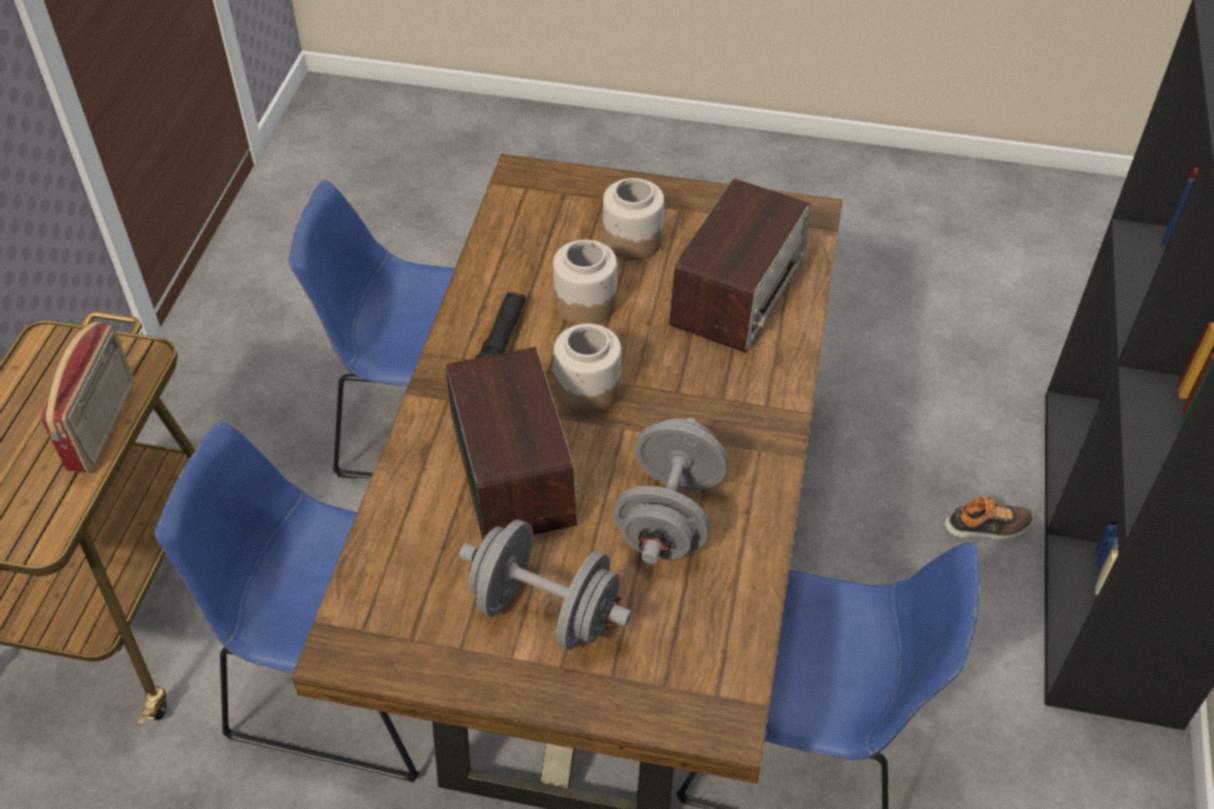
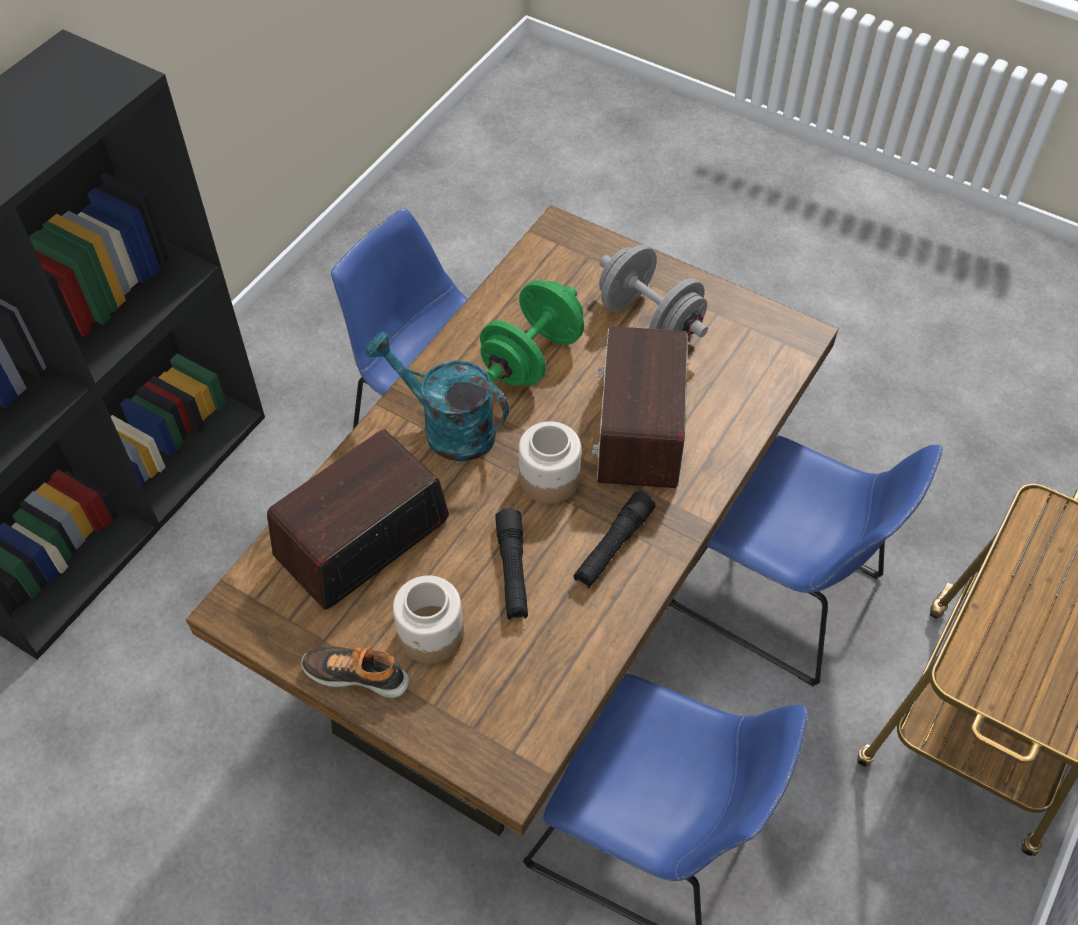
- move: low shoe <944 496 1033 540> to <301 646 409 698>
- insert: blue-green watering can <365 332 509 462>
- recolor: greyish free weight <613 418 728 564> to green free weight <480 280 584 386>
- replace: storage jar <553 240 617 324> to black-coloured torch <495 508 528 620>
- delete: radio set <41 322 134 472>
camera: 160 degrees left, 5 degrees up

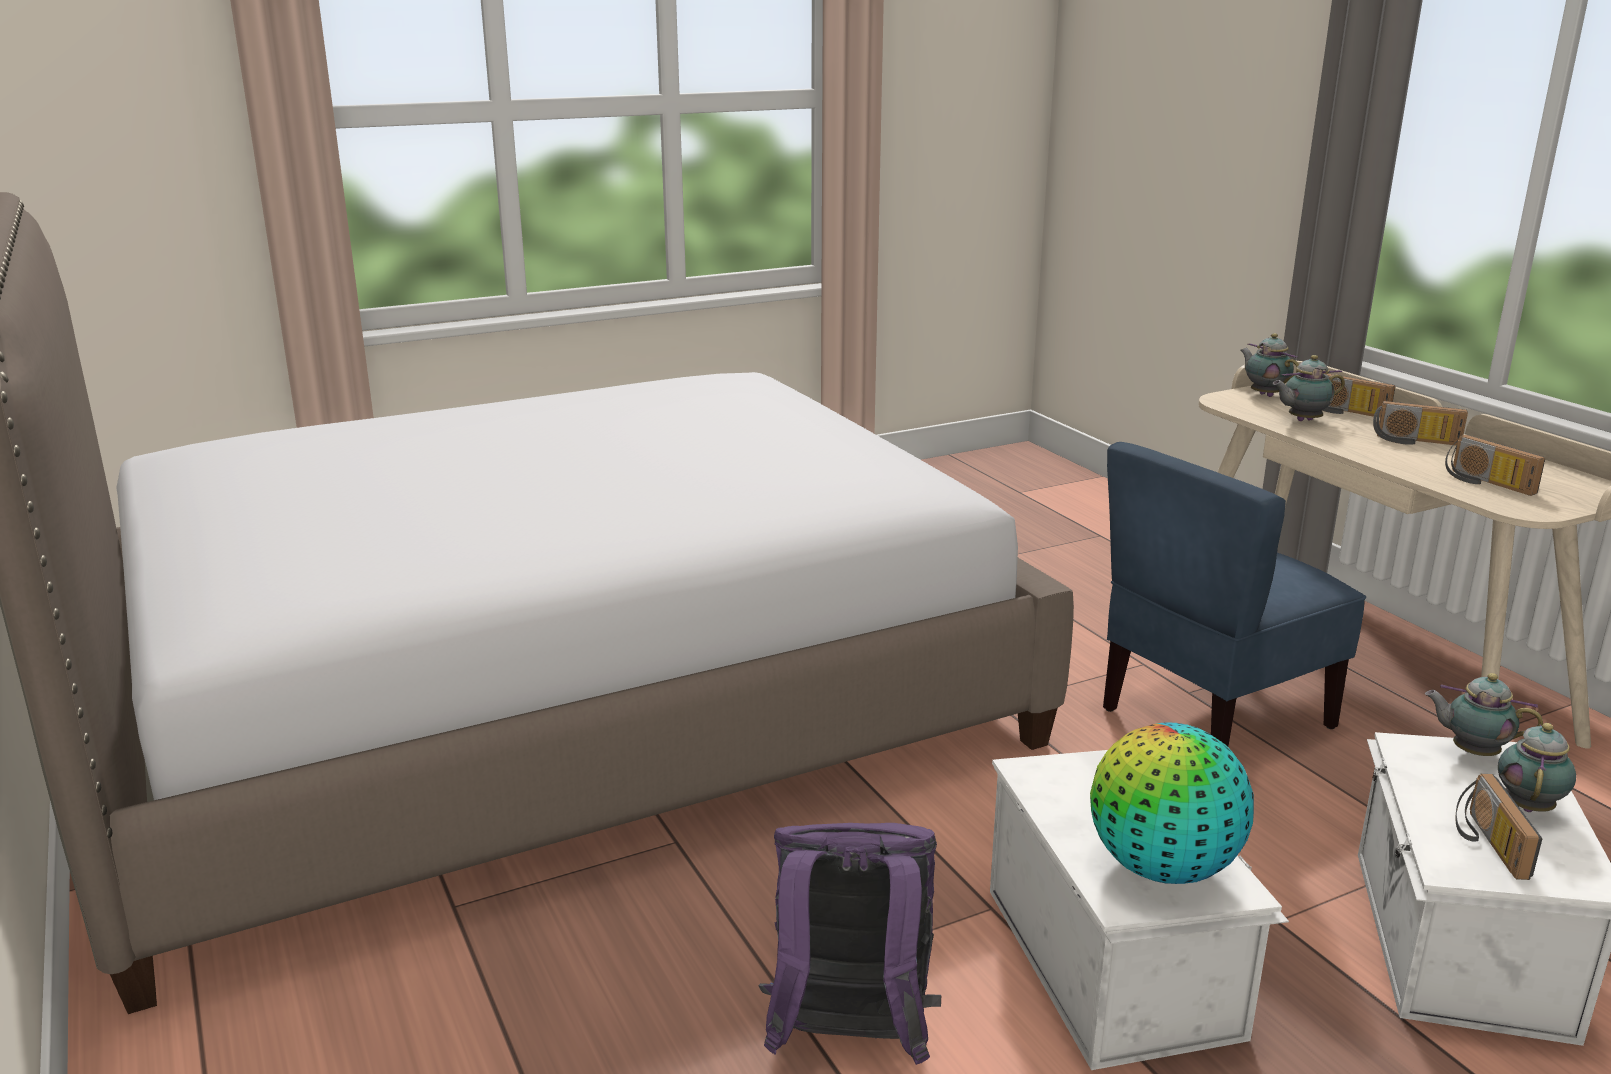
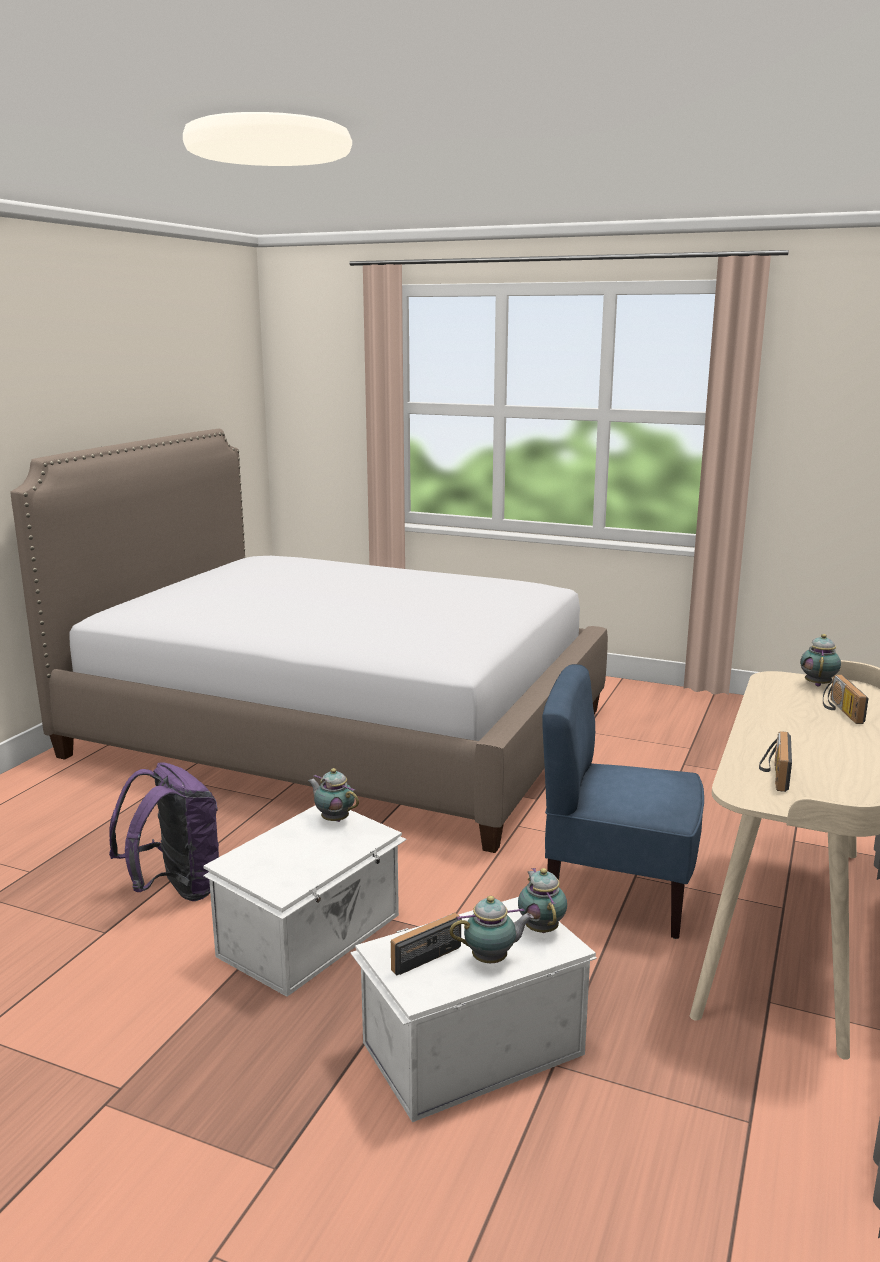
- move: tea pot <1272 355 1345 421> to <308 768 359 822>
- delete: desk globe <1090 722 1254 884>
- delete: radio set <1373 401 1468 445>
camera: 50 degrees right, 5 degrees down

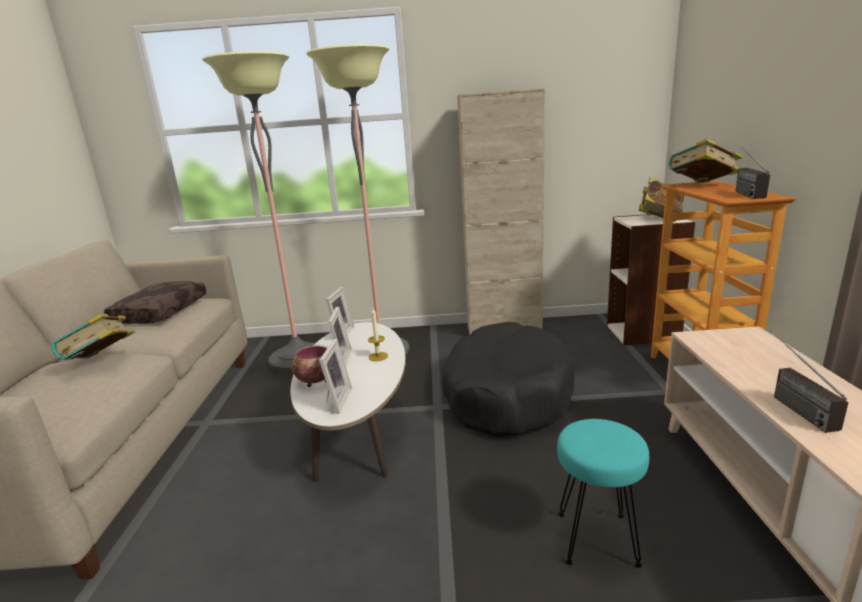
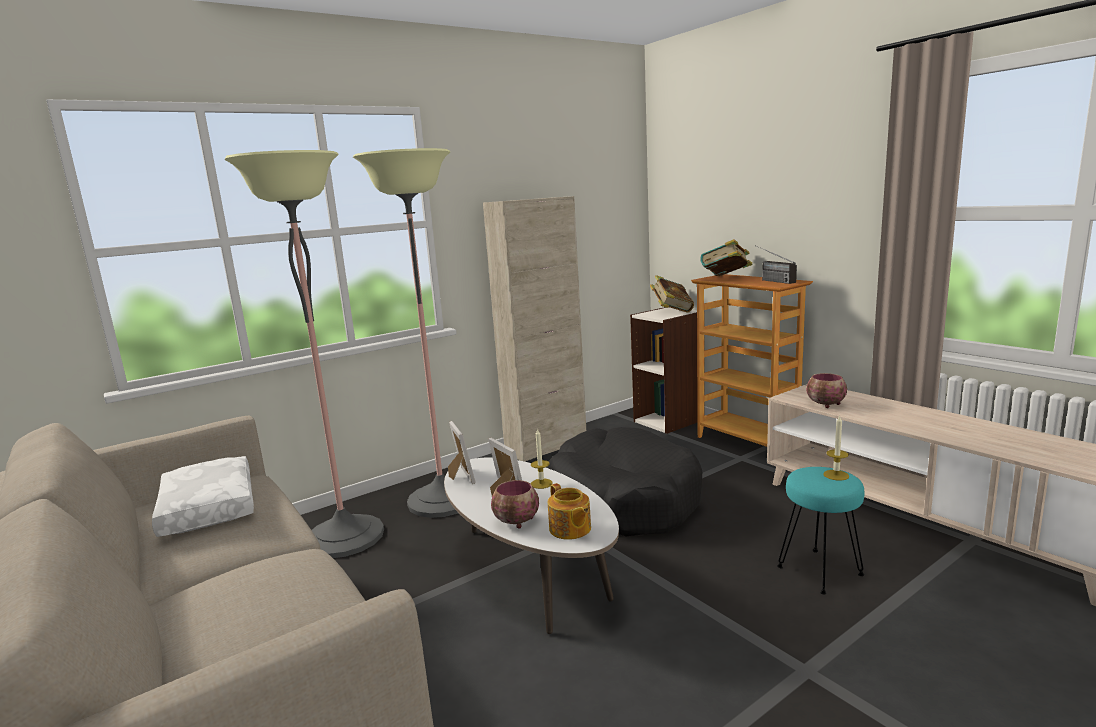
- recolor: brown-coloured pillow <104 281 206 324> to white pillow <152 456 254 537>
- replace: photo frame <319 338 352 414> to tea pot <548 483 591 540>
- insert: serving bowl <806 373 847 408>
- insert: wax light <823 415 849 481>
- delete: book <52 313 135 360>
- delete: radio set <770 331 848 433>
camera: 35 degrees left, 5 degrees down

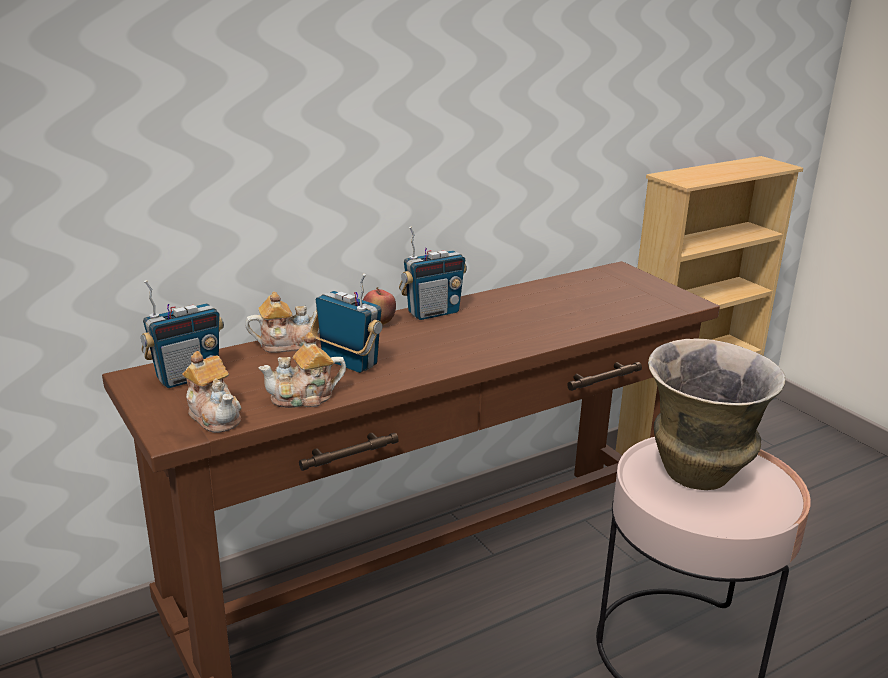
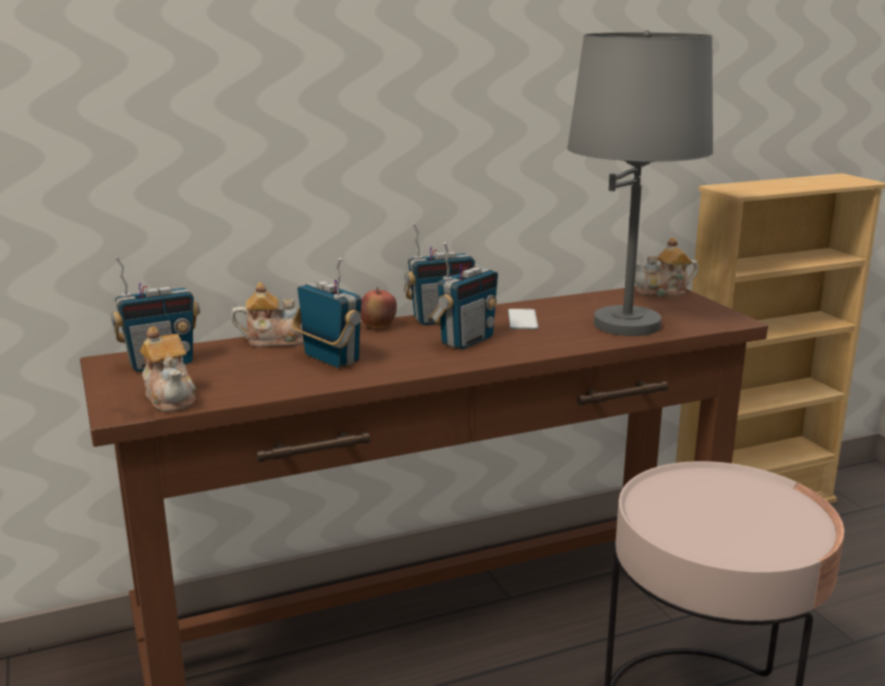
- insert: radio set <430 242 498 349>
- insert: handset <508 309 538 329>
- insert: greyish lamp for a table <567 30 713 336>
- move: tea pot <258 332 346 408> to <635 237 699 297>
- delete: vase <648 338 786 490>
camera: 10 degrees right, 5 degrees down

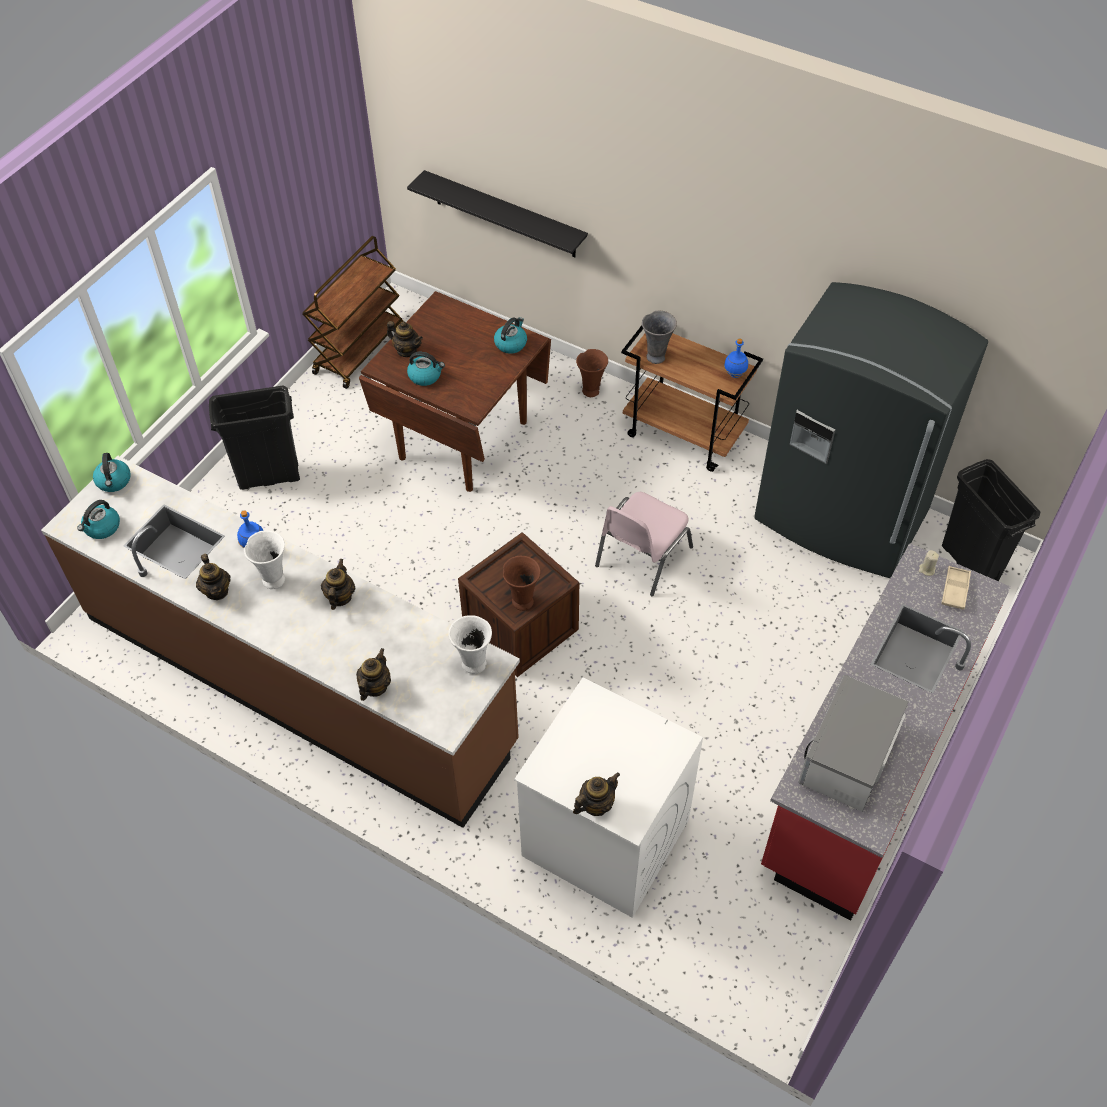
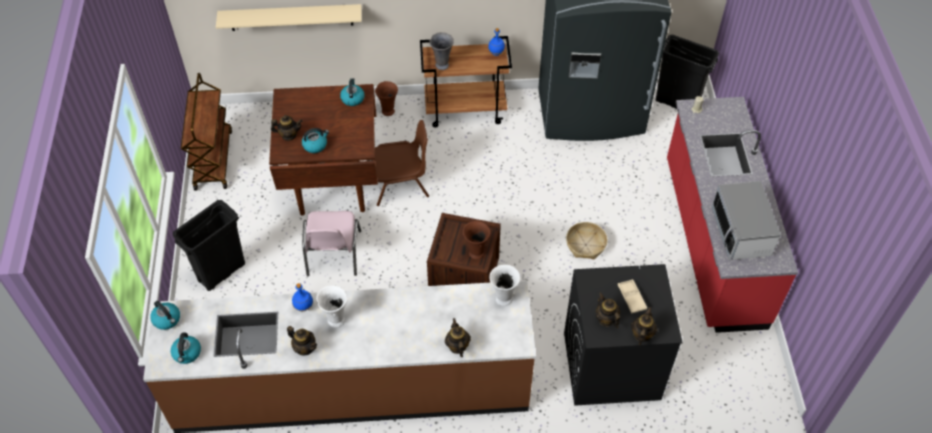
- recolor: black-coloured bracket shelf <407 170 588 258> to sand-coloured bracket shelf <216 4 362 31>
- move: pink-coloured plain chair <595 492 693 596> to <302 211 361 276>
- insert: brown-coloured plain chair <373 120 429 206>
- recolor: white laundry machine <514 677 703 918> to black-coloured laundry machine <564 264 683 406>
- insert: basket <566 222 608 259>
- move: tea pot <321 559 356 610> to <596 292 620 328>
- move: sand-coloured carrying tray <942 566 971 610> to <618 279 647 314>
camera: 35 degrees left, 0 degrees up

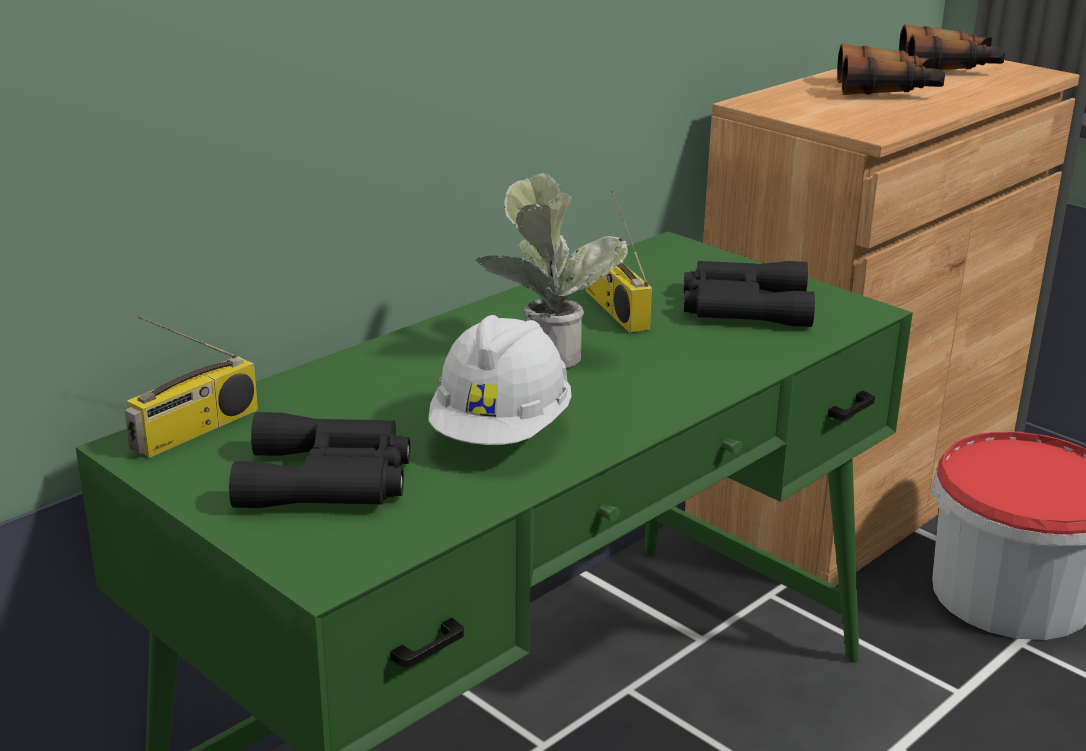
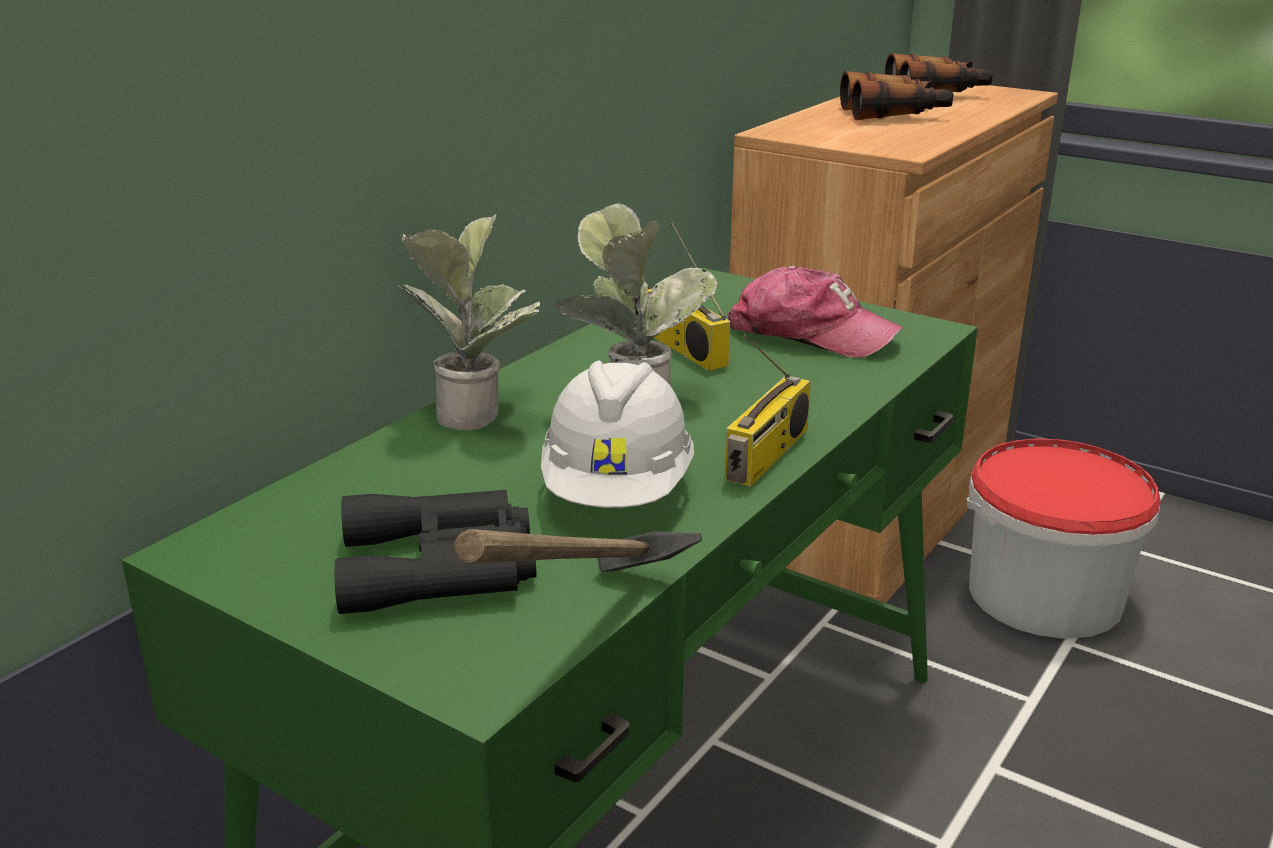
- insert: plant in a pot <398 214 540 430>
- insert: hand hammer <454 529 702 572>
- move: radio set <125 316 258 457> to <725 334 811 487>
- replace: black-coloured pair of binoculars <684 261 815 327> to cap <727 265 903 358>
camera: 10 degrees left, 0 degrees up

